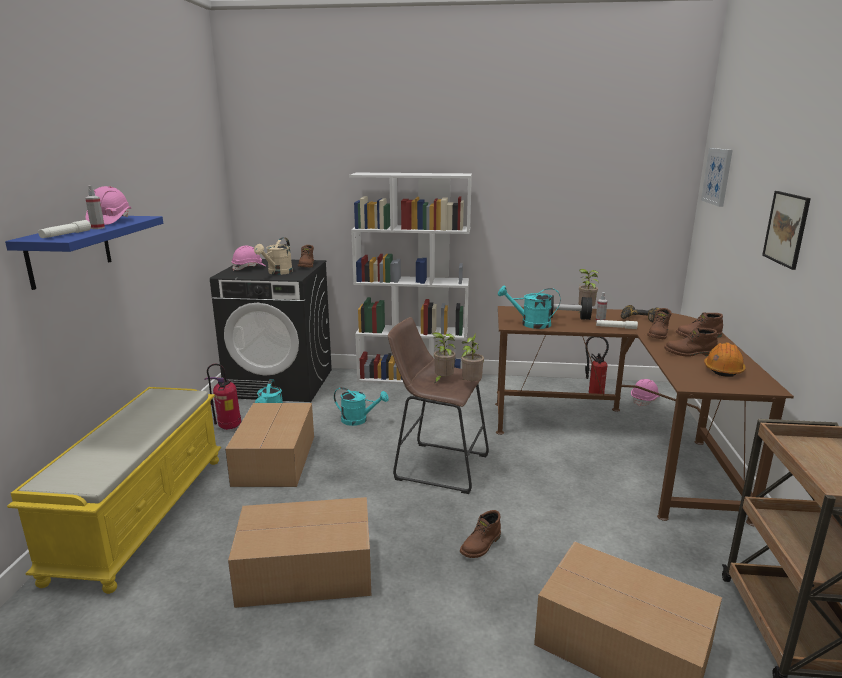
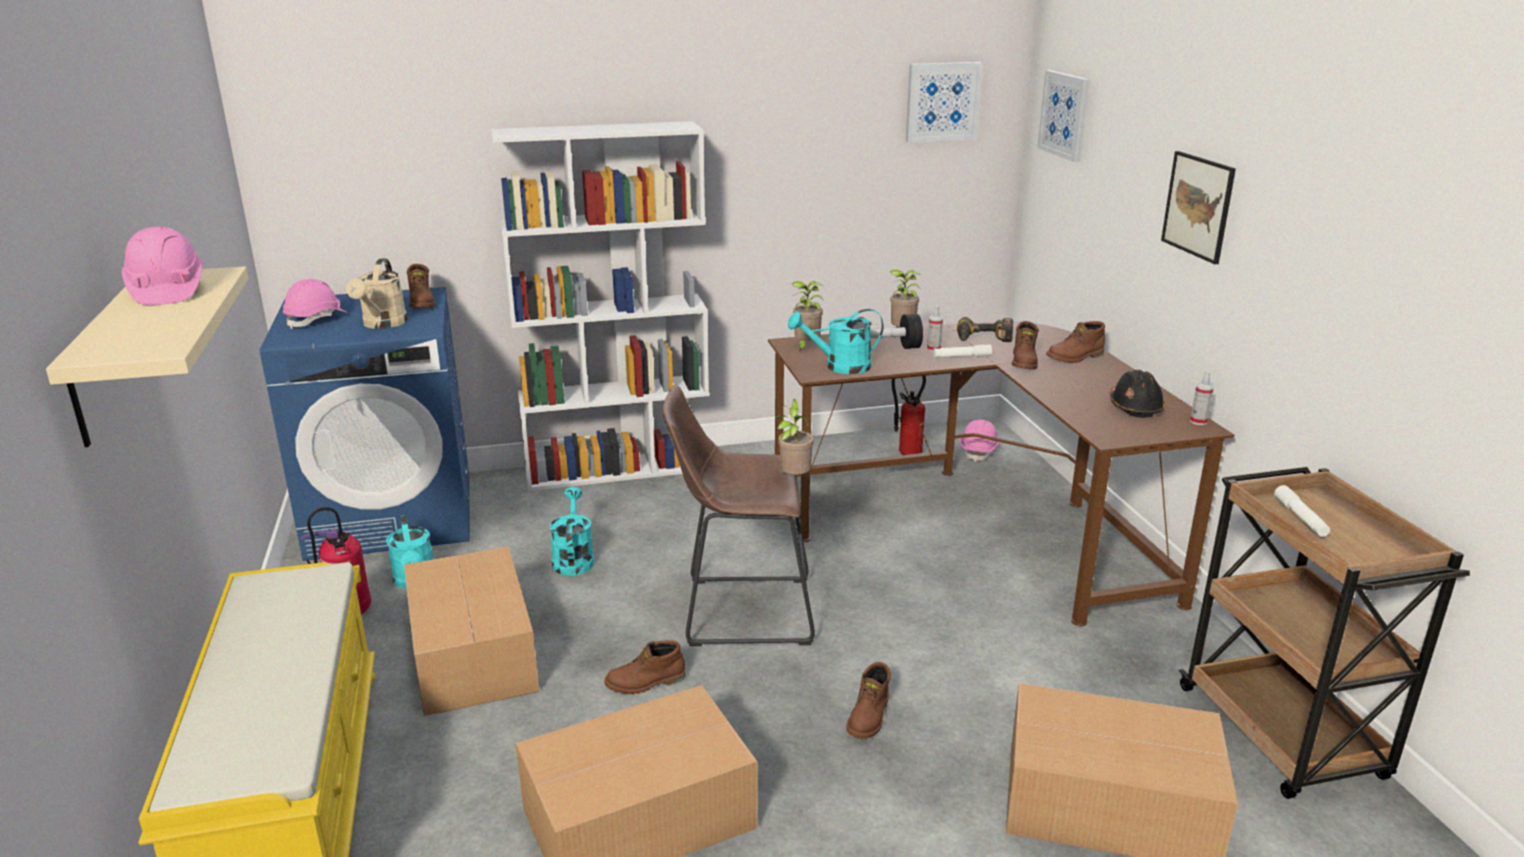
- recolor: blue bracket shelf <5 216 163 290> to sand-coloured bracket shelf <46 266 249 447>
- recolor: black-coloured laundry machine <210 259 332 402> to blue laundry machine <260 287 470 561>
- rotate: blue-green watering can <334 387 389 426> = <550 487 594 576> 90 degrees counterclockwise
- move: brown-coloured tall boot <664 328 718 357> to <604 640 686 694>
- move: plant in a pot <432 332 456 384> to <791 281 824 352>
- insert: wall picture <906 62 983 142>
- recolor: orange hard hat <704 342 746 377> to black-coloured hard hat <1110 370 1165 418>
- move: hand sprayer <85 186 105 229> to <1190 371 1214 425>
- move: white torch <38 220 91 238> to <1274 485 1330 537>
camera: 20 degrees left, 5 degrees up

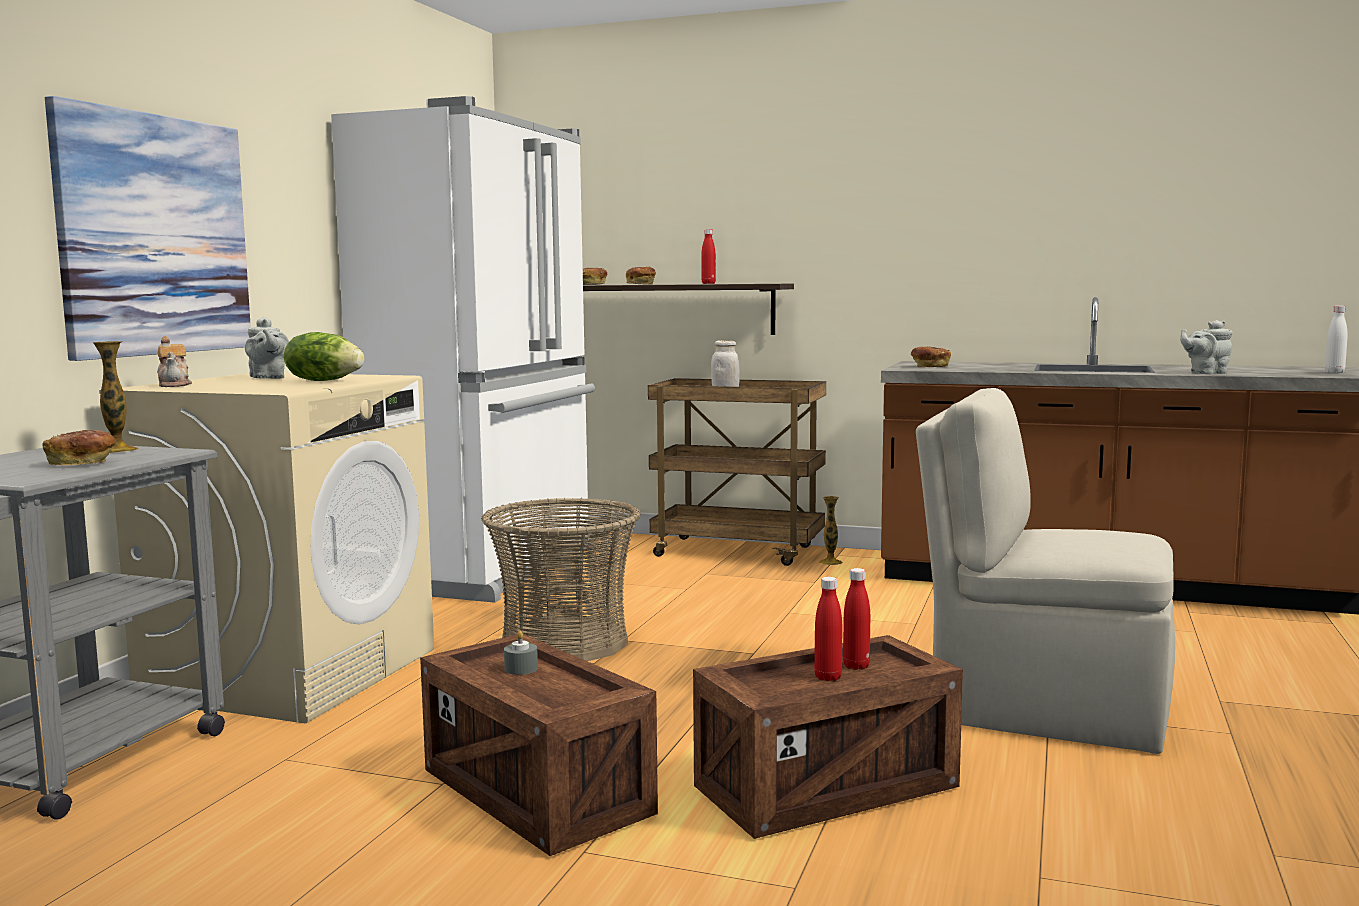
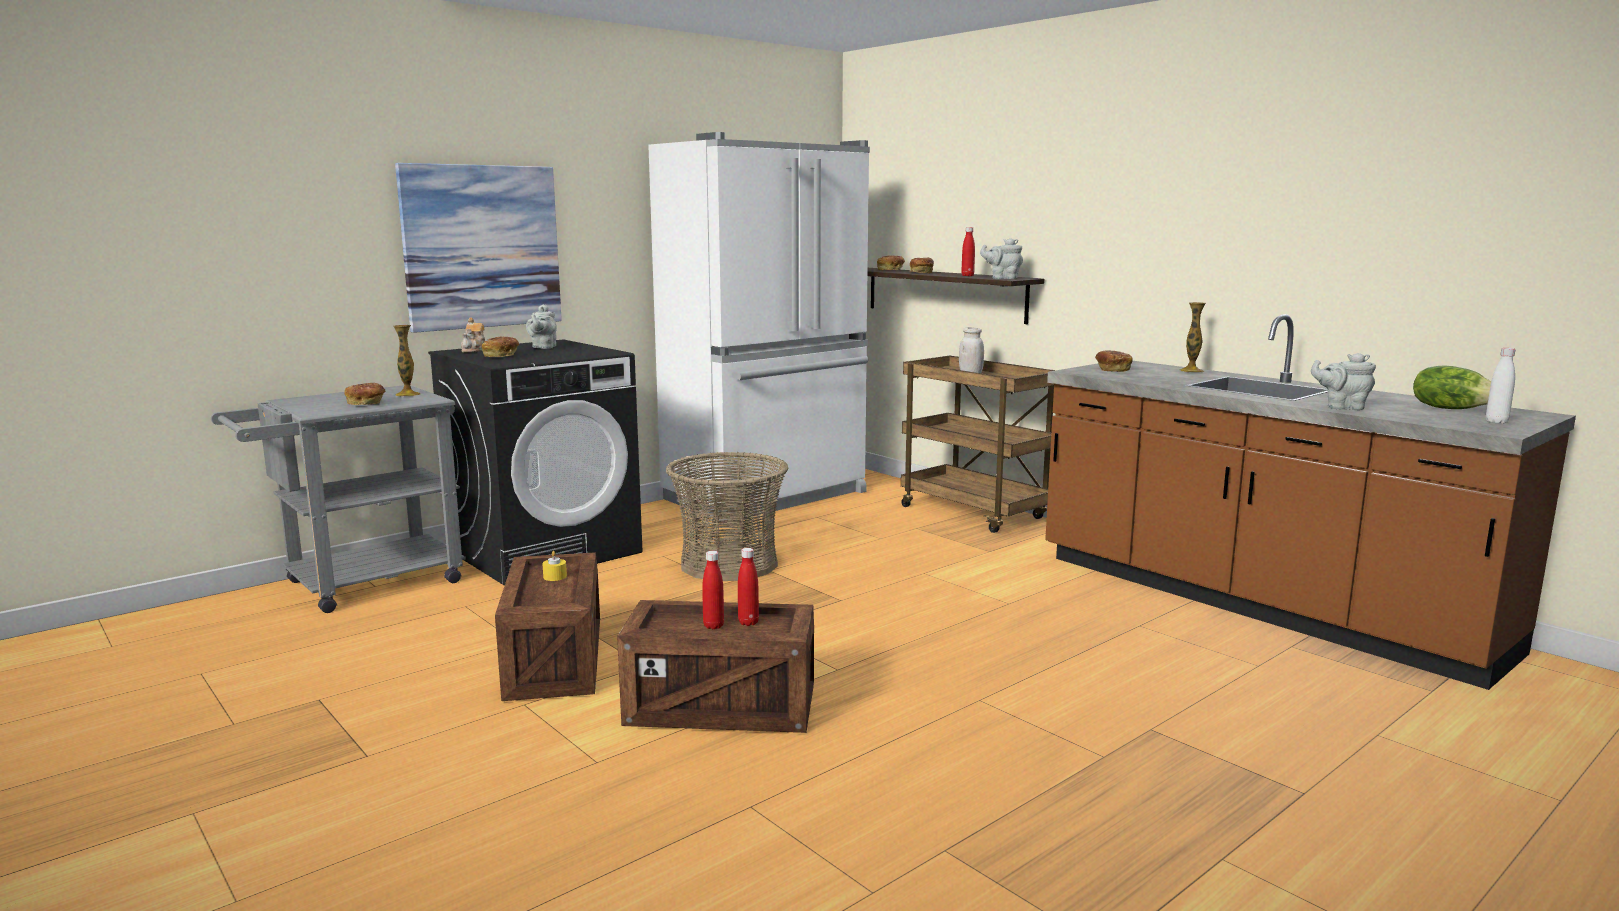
- recolor: sand-coloured laundry machine <99 373 434 723> to black-coloured laundry machine <428 339 642 586>
- insert: bread <482 337 519 357>
- recolor: greyish wax light <504 631 538 675> to yellowish wax light <542 551 567 581>
- insert: greyish tea pot <980 238 1023 279>
- move: vase <819 496 842 565> to <1180 302 1206 373>
- move: lettuce head <284 332 364 381> to <1413 365 1491 409>
- delete: sand-coloured plain chair <916 388 1175 754>
camera: 30 degrees right, 5 degrees up

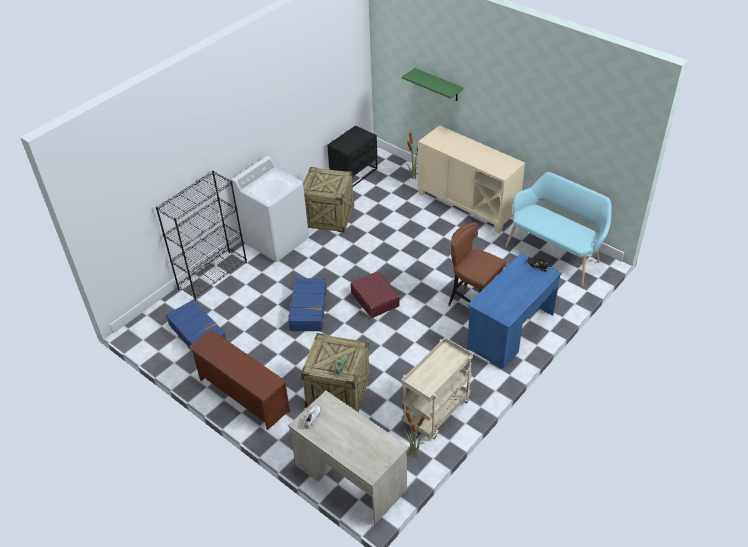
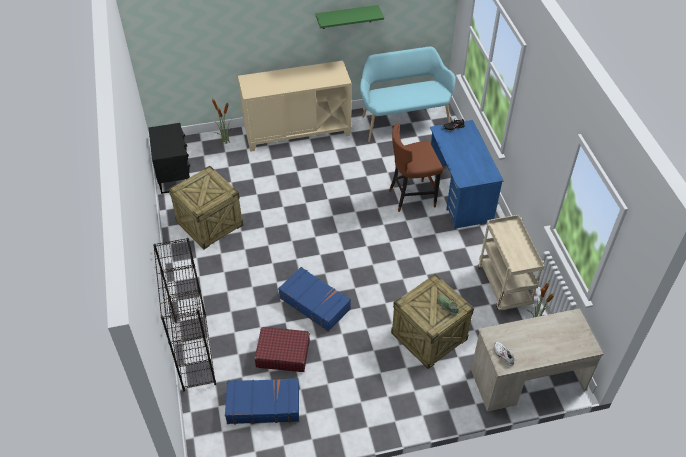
- move: red-coloured suitcase <350 271 400 318> to <254 327 310 372>
- move: green bracket shelf <402 68 464 101> to <315 5 384 29>
- delete: brown-coloured shoe shelf <188 330 290 430>
- delete: white laundry machine <232 156 309 262>
camera: 55 degrees left, 5 degrees up

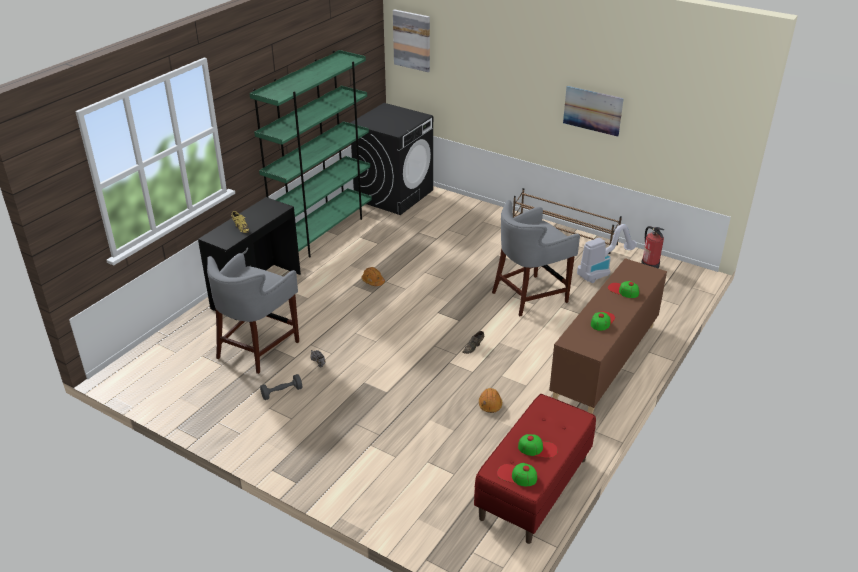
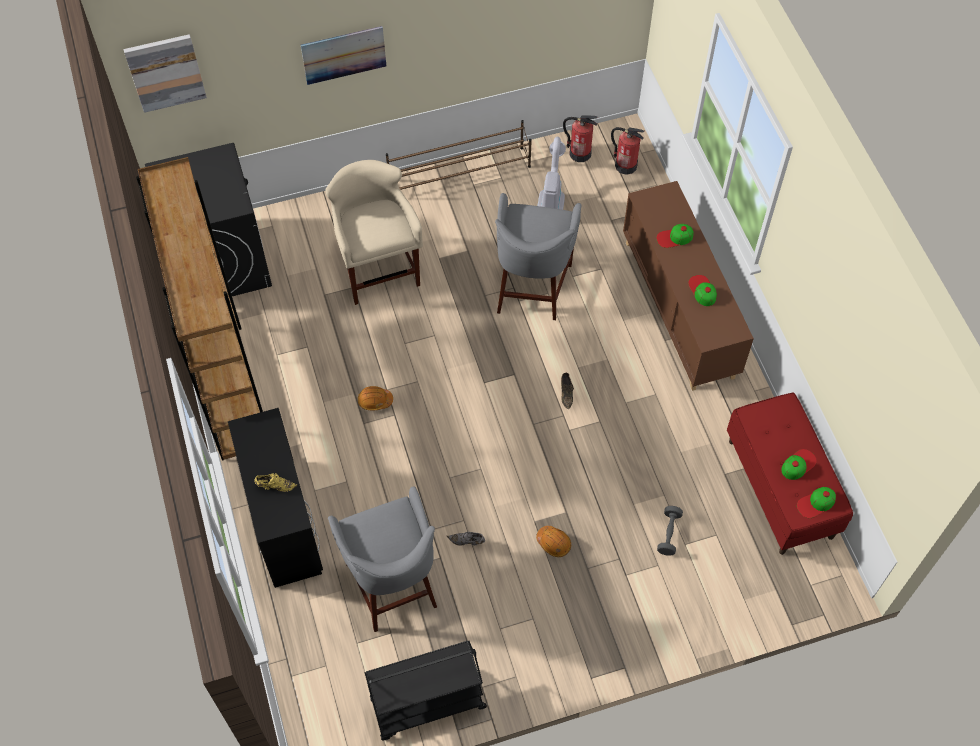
- recolor: green shelving unit <249 50 372 257> to brown-coloured shelving unit <136 157 263 460>
- move: wall picture <563 86 624 137> to <301 26 386 85>
- insert: sand-coloured stool seat <325 160 423 305>
- insert: black-coloured trolley <365 641 487 740>
- move: orange hard hat <479 388 502 413> to <536 526 571 557>
- insert: fire extinguisher <611 127 644 175>
- move: greyish free weight <260 374 302 400> to <657 506 683 556>
camera: 50 degrees left, 25 degrees up

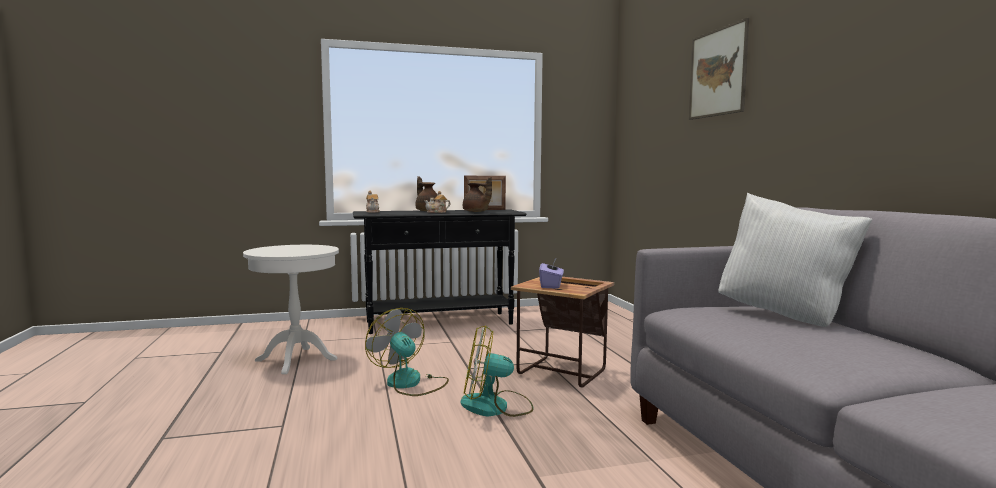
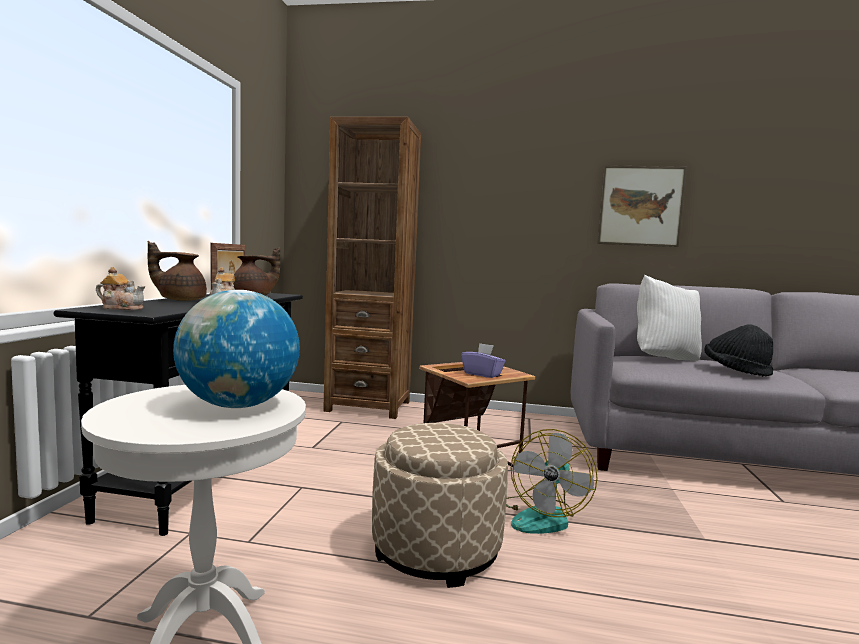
- insert: desk globe <173 290 300 408>
- insert: brown-coloured shelving unit <323 117 421 419>
- replace: electric fan <365 308 449 396> to sand-coloured pouffe <372 423 508 588>
- move: wall picture <689 18 749 120> to <597 165 687 247>
- insert: black-coloured wearable hat <704 324 773 377>
camera: 65 degrees left, 0 degrees up

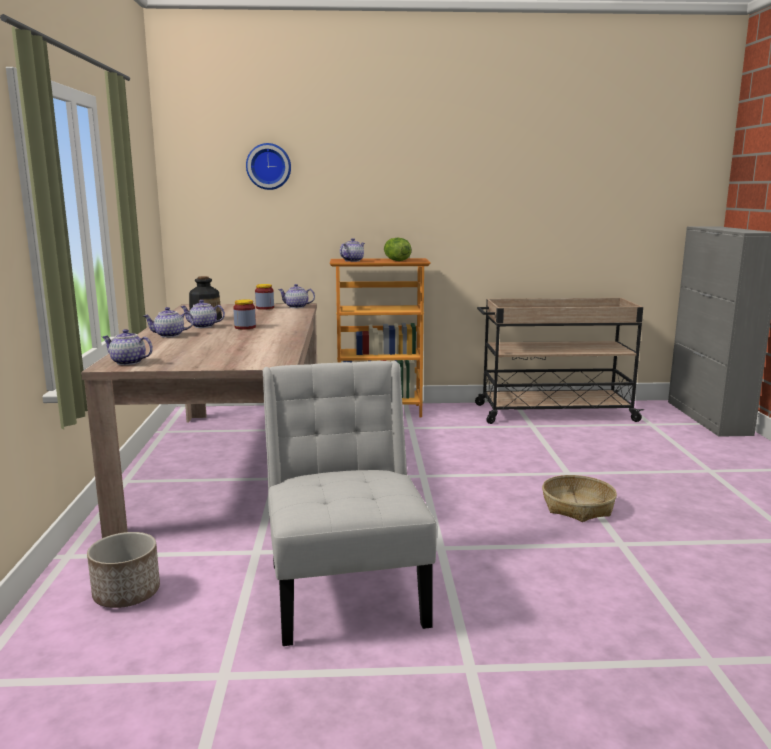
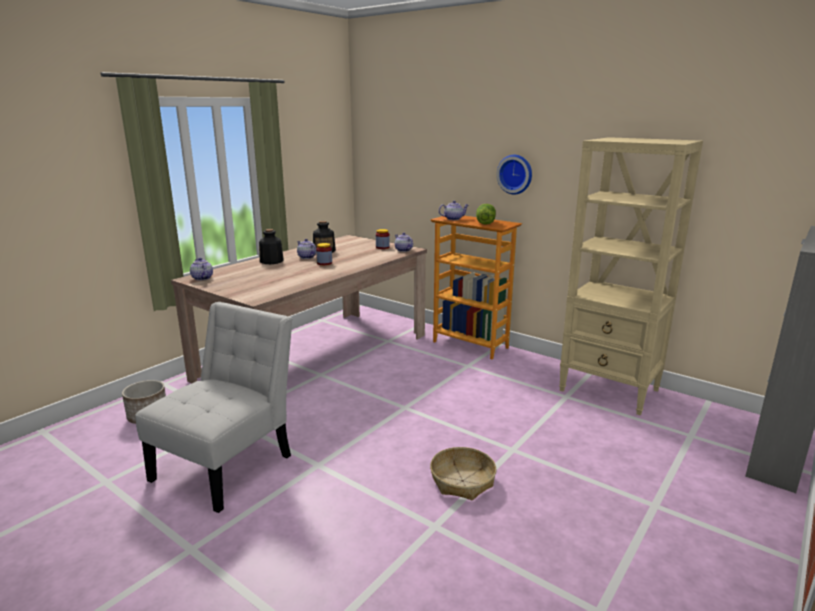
- replace: tea pot <143 307 194 338> to drink bottle <259 229 283 264>
- move: clock on the wall <246 143 291 190> to <497 155 532 195>
- replace: sand-coloured trolley <475 298 645 424> to sand-coloured shelving unit <559 137 703 415>
camera: 40 degrees right, 5 degrees up

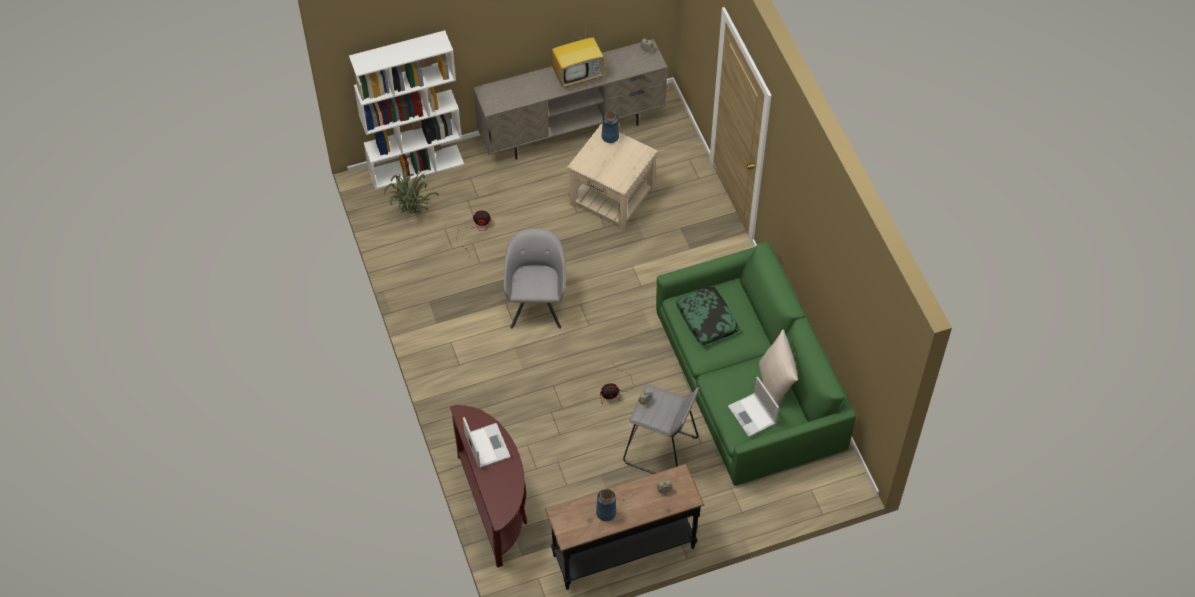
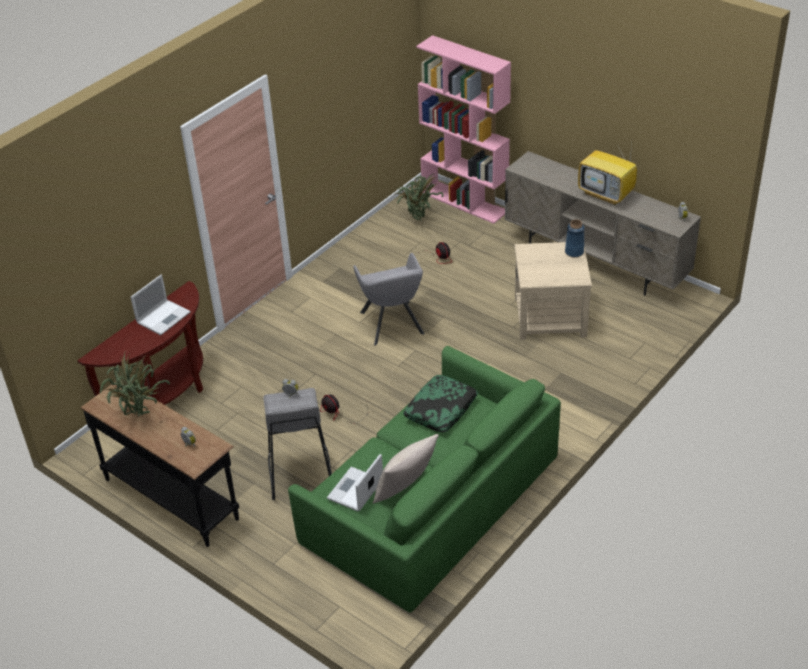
- replace: blue vase <596 489 616 521> to plant in a pot <100 353 170 416>
- rotate: greyish easy chair <504 228 565 329> = <353 253 425 345> 105 degrees clockwise
- recolor: white shelving unit <349 30 464 189> to pink-coloured shelving unit <416 35 511 224>
camera: 60 degrees right, 15 degrees down

